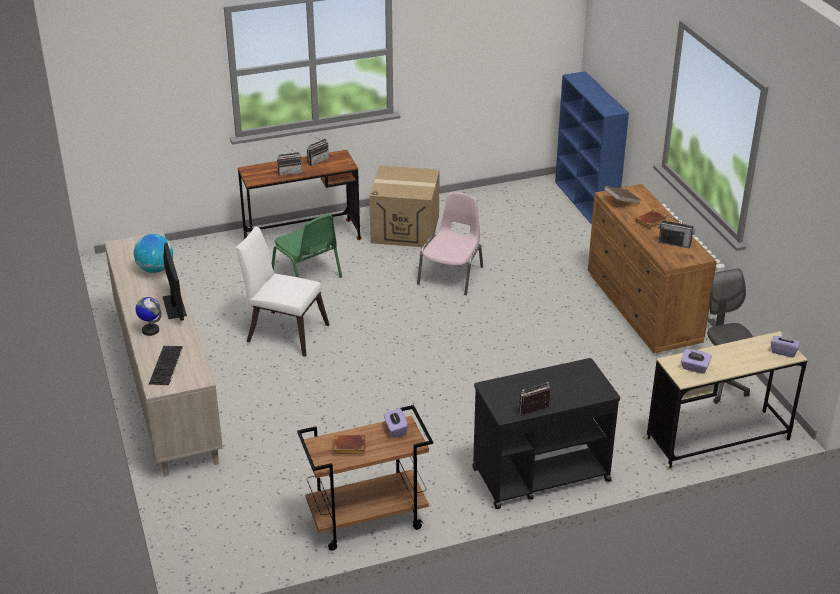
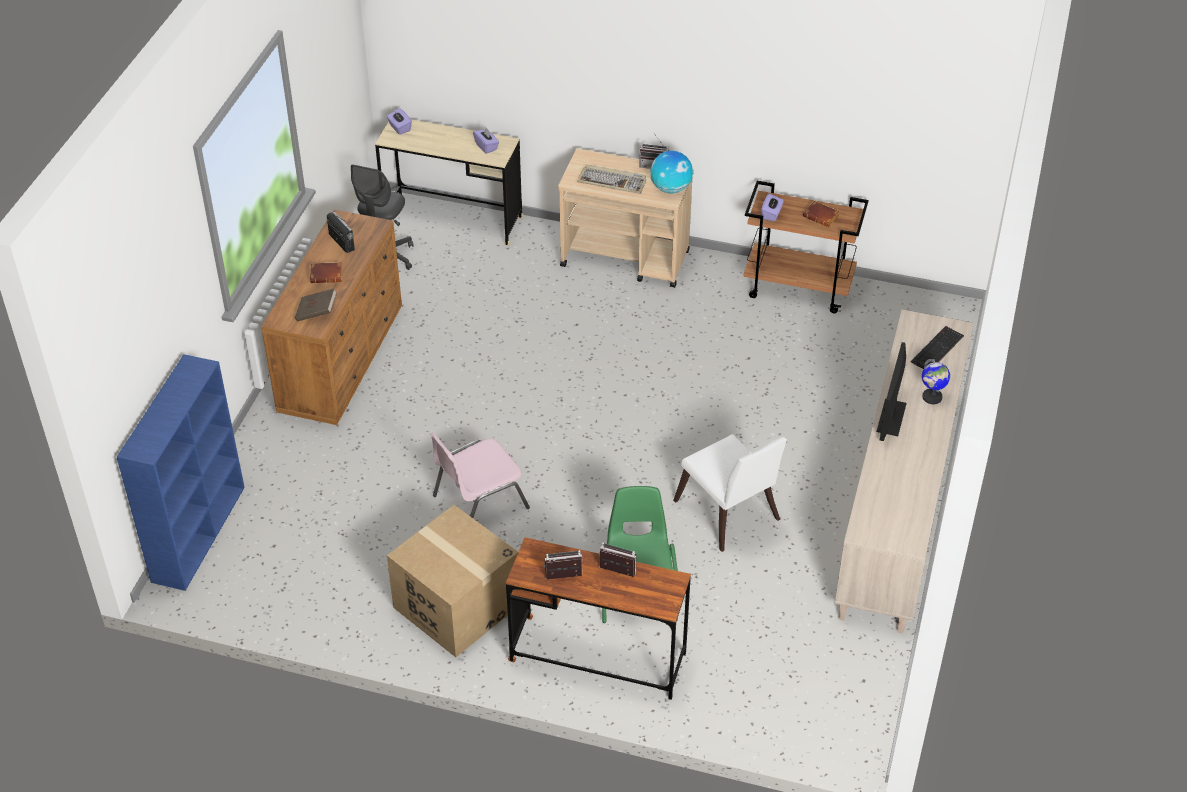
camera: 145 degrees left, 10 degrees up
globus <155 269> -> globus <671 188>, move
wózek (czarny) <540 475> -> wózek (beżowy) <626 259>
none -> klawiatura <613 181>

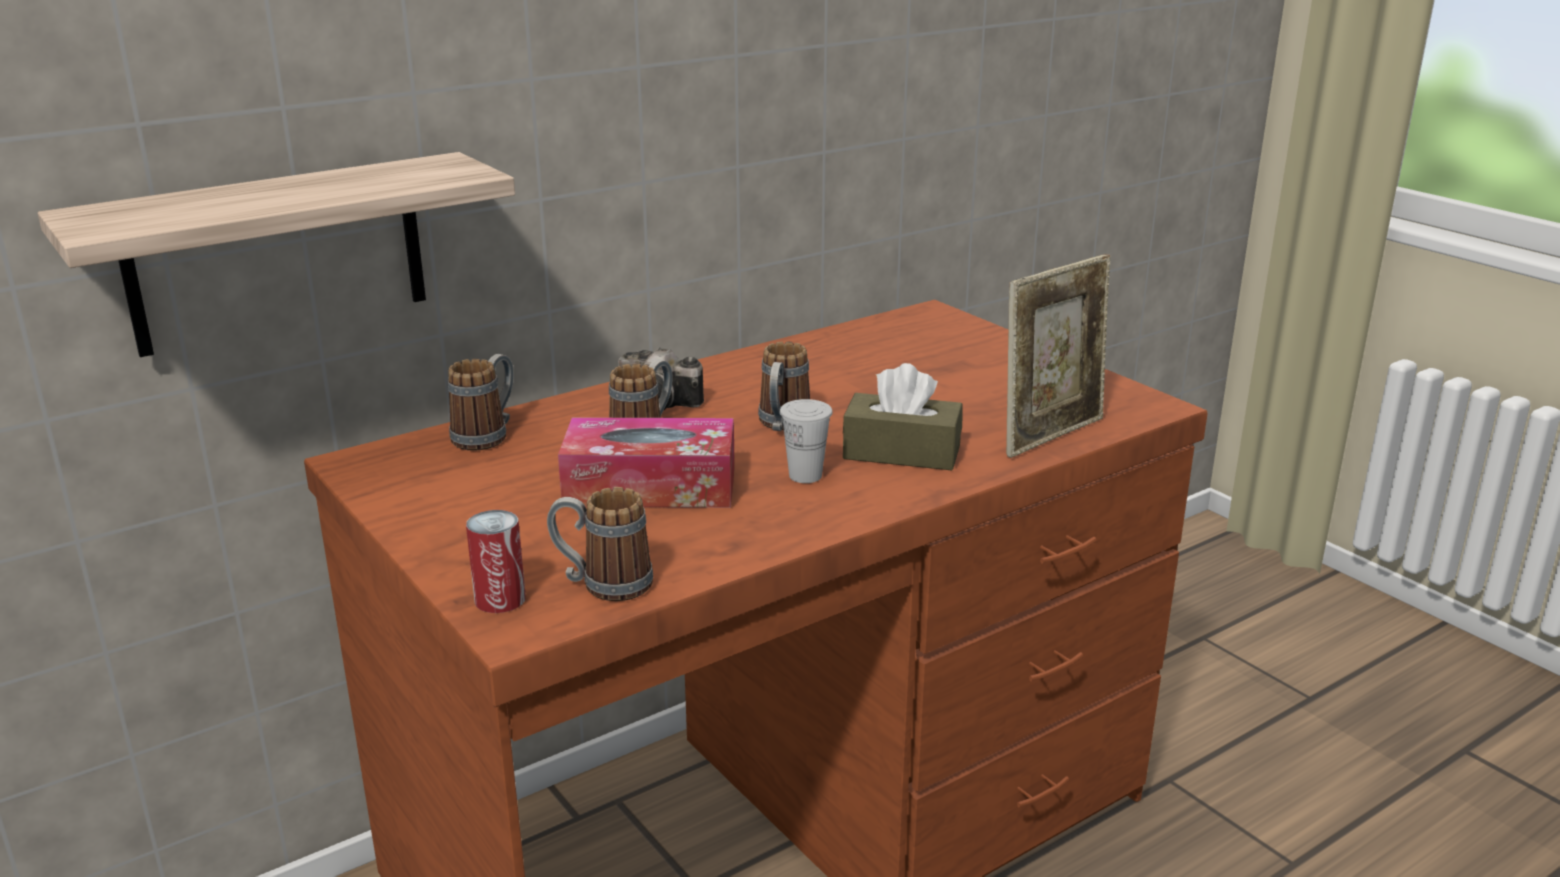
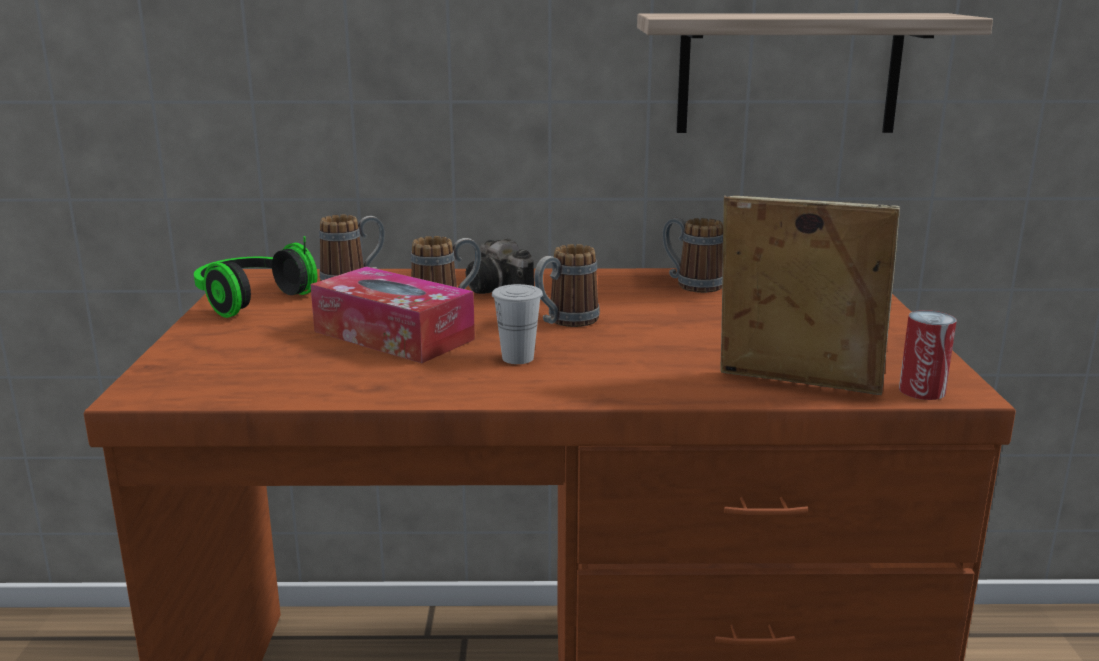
camera: 35 degrees right, 5 degrees down
półka <277 254> -> półka <788 74>, move
puszka <500 599> -> puszka <922 390>, move
kubek <603 584> -> kubek <691 284>, move
pudełko chusteczek (brązowy) <901 452> -> none
ramka na zdjęcie <1051 435> -> ramka na zdjęcie <795 386>, 150 degrees counterclockwise
none -> słuchawki <249 300>

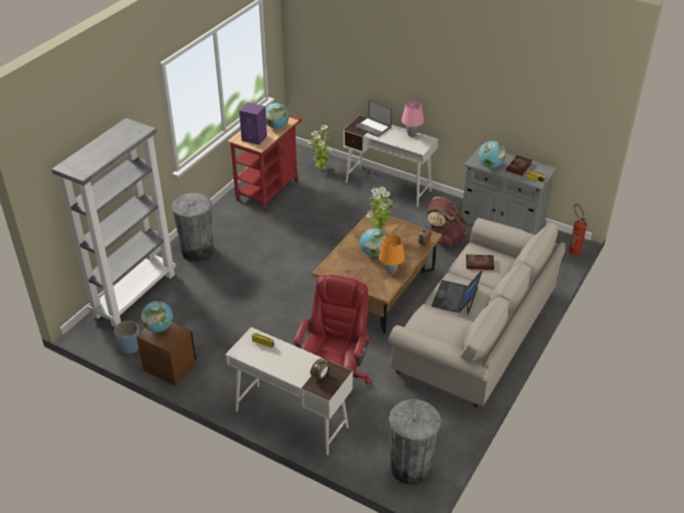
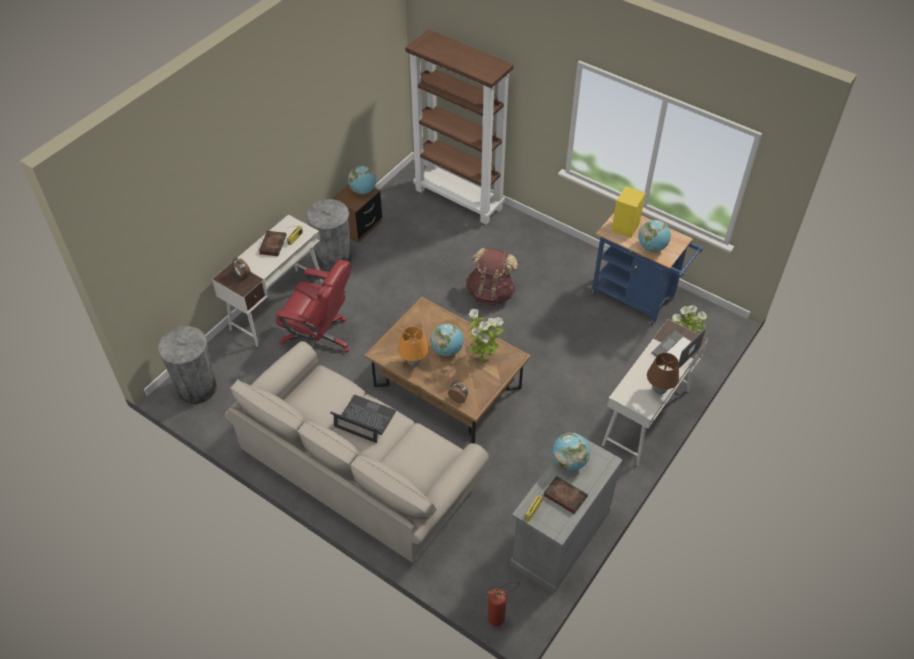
camera: 95 degrees right, 10 degrees up
regał (szary) <134 294> -> regał (brązowy) <459 199>
donica (niebieski) <130 346> -> none
kosz na śmieci (szary) <197 251> -> kosz na śmieci (szary) <333 259>, move
wózek (czerwony) <269 188> -> wózek (niebieski) <637 299>
głośnik (fioletowy) <255 138> -> głośnik (żółty) <625 228>
lampa stołowa (różowy) <411 135> -> lampa stołowa (brązowy) <659 390>
plecak (brązowy) <444 238> -> plecak (brązowy) <491 293>, move
książka <479 264> -> książka <272 244>, move

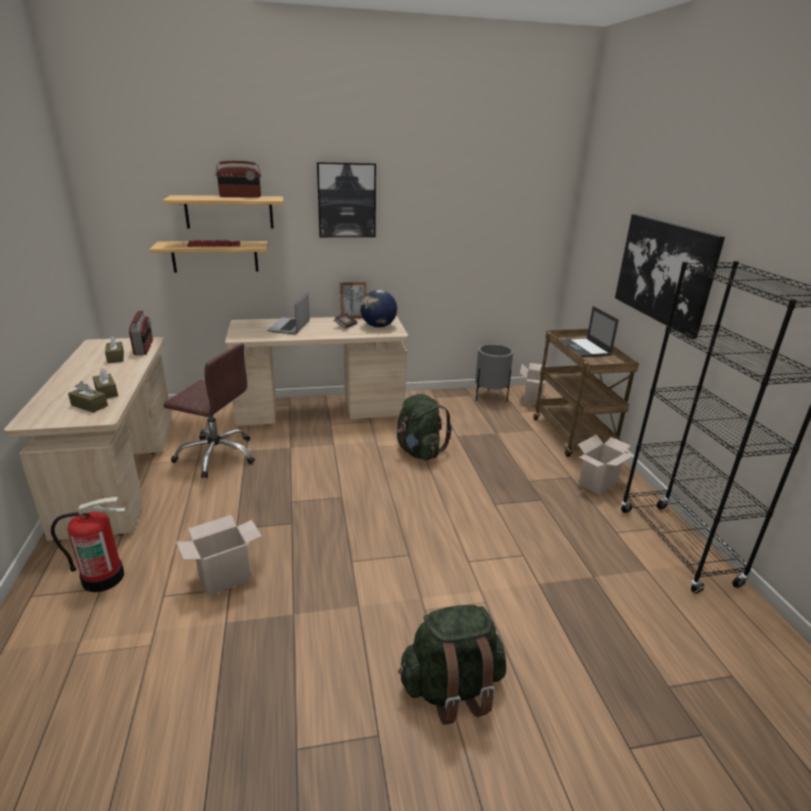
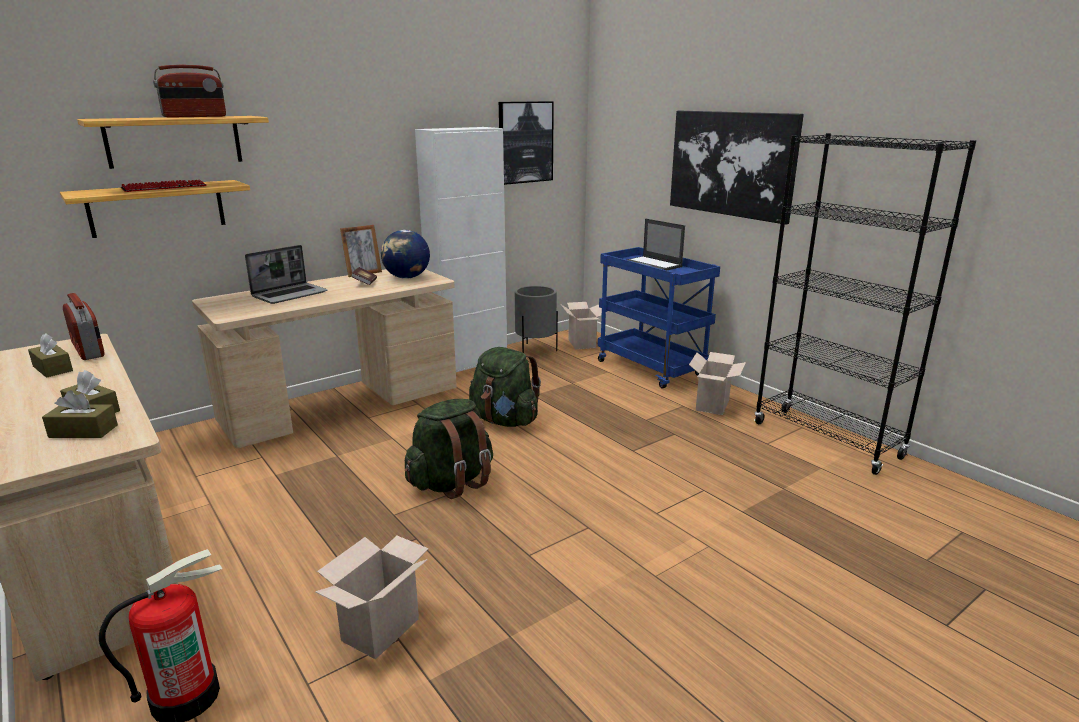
camera: 25 degrees left, 5 degrees down
krzesło biurowe (brązowy) <217 455> -> none
laptop <290 327> -> laptop <290 294>, 120 degrees counterclockwise
obraz <346 200> -> obraz <525 142>, move
plecak (zielony) <451 689> -> plecak (zielony) <452 482>, move
wózek (brązowy) <573 437> -> wózek (niebieski) <652 369>
none -> szafka (biały) <469 362>

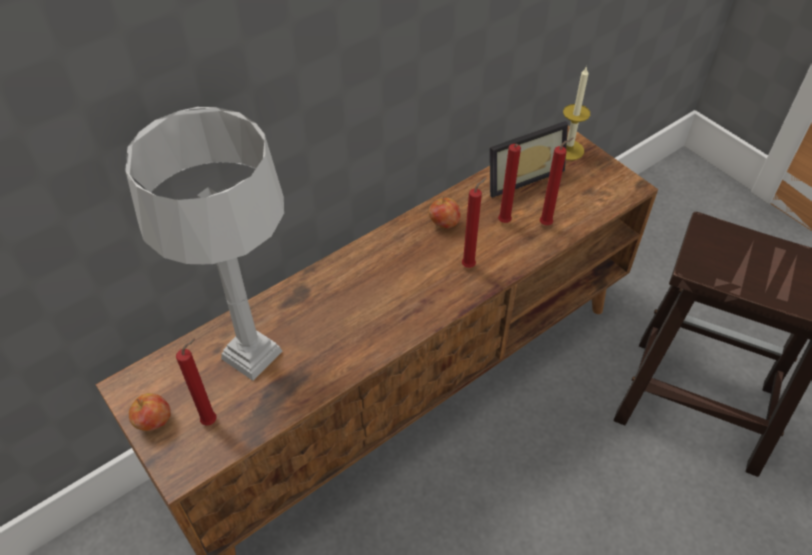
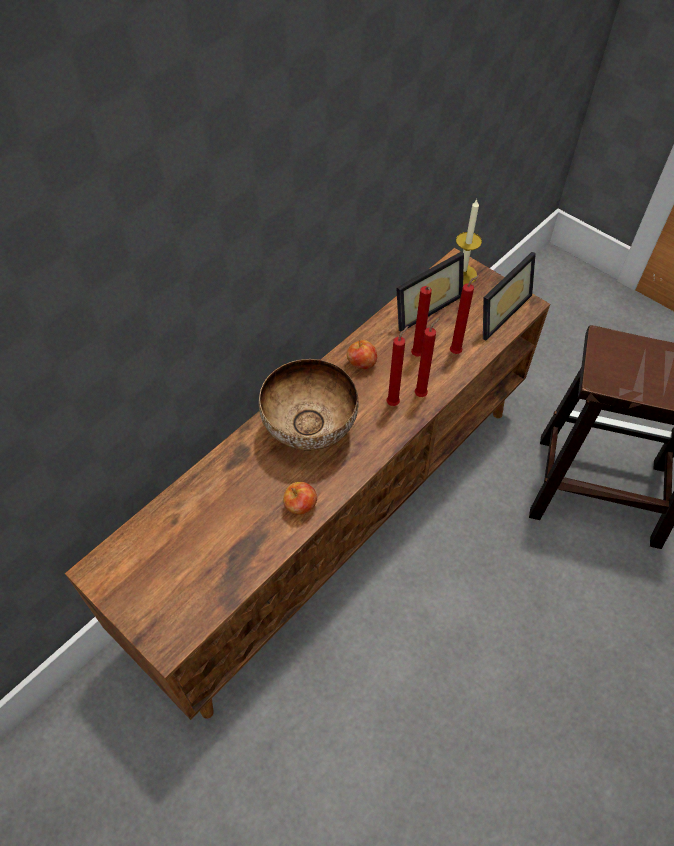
camera: 10 degrees left, 5 degrees up
lampa stołowa (szary) <251 354> -> none
jabłko <154 422> -> jabłko <300 506>, move
świeca (czerwony) <212 420> -> świeca (czerwony) <422 394>, move
none -> miska <310 432>
none -> ramka na zdjęcie <496 310>

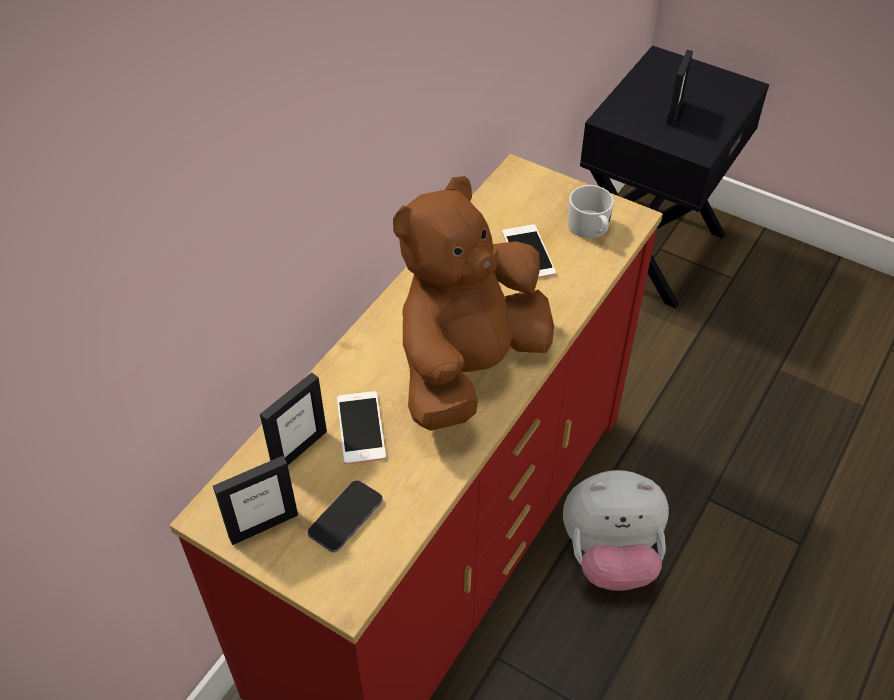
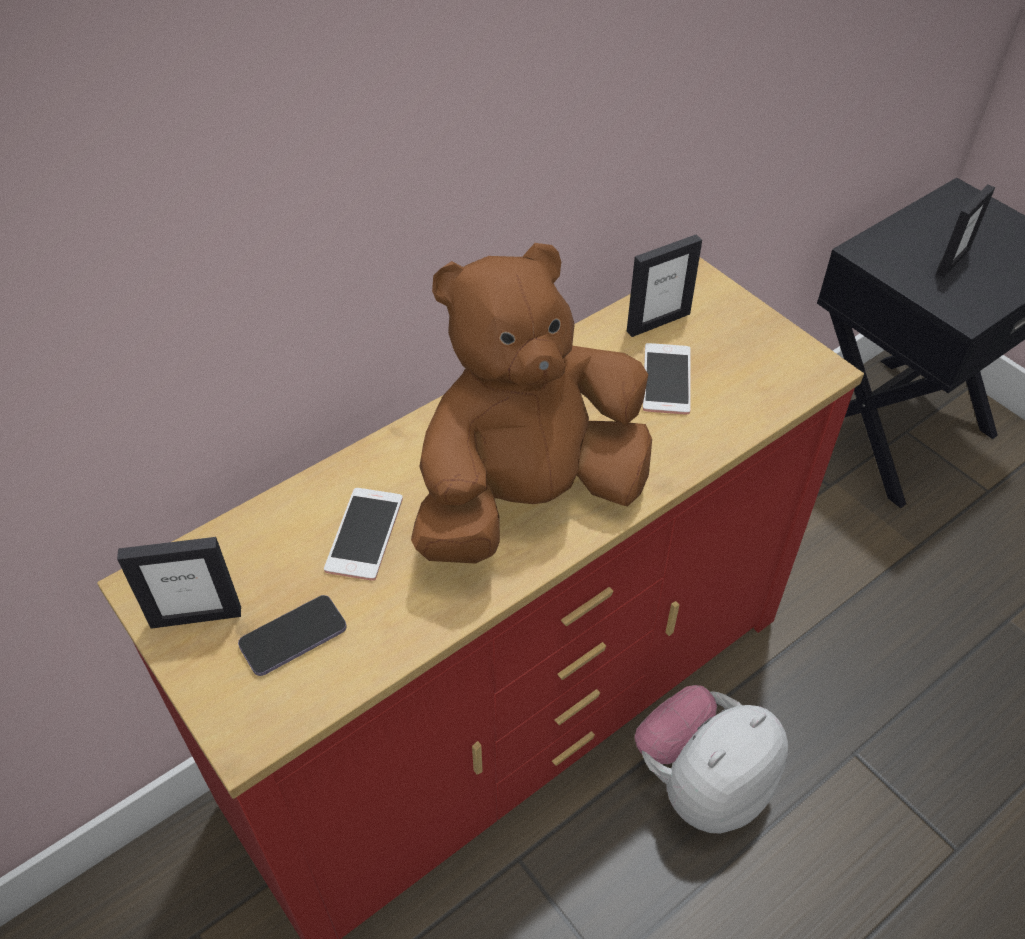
camera: 20 degrees right, 0 degrees up
ramka na zdjęcie <299 449> -> ramka na zdjęcie <658 322>, move
pluszak <610 555> -> pluszak <702 783>, 120 degrees clockwise
kubek (biały) <590 228> -> none

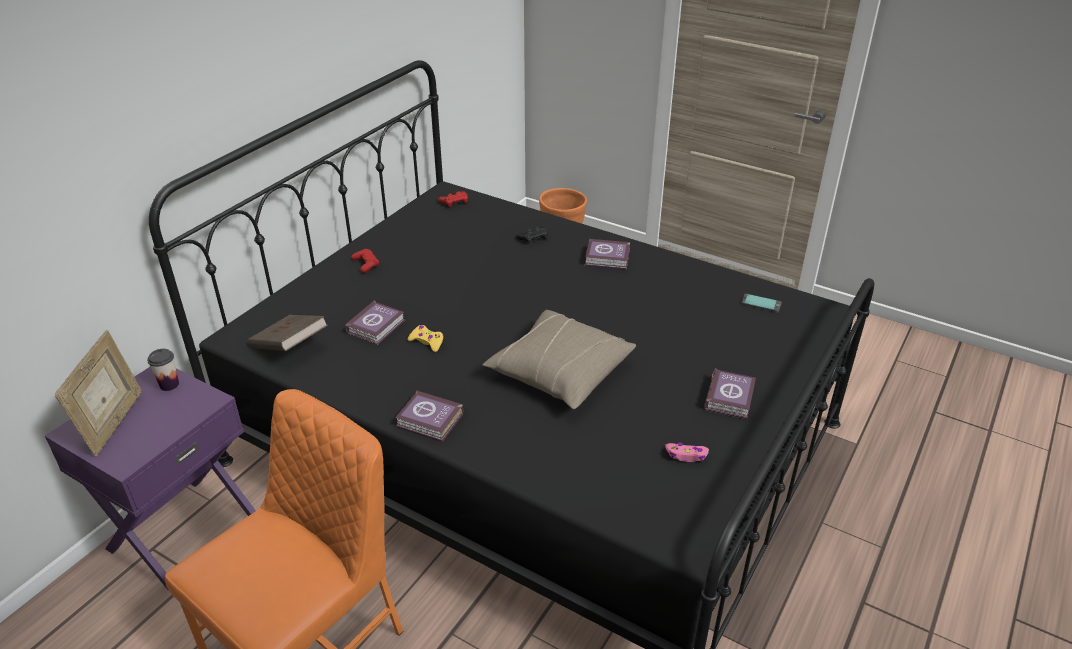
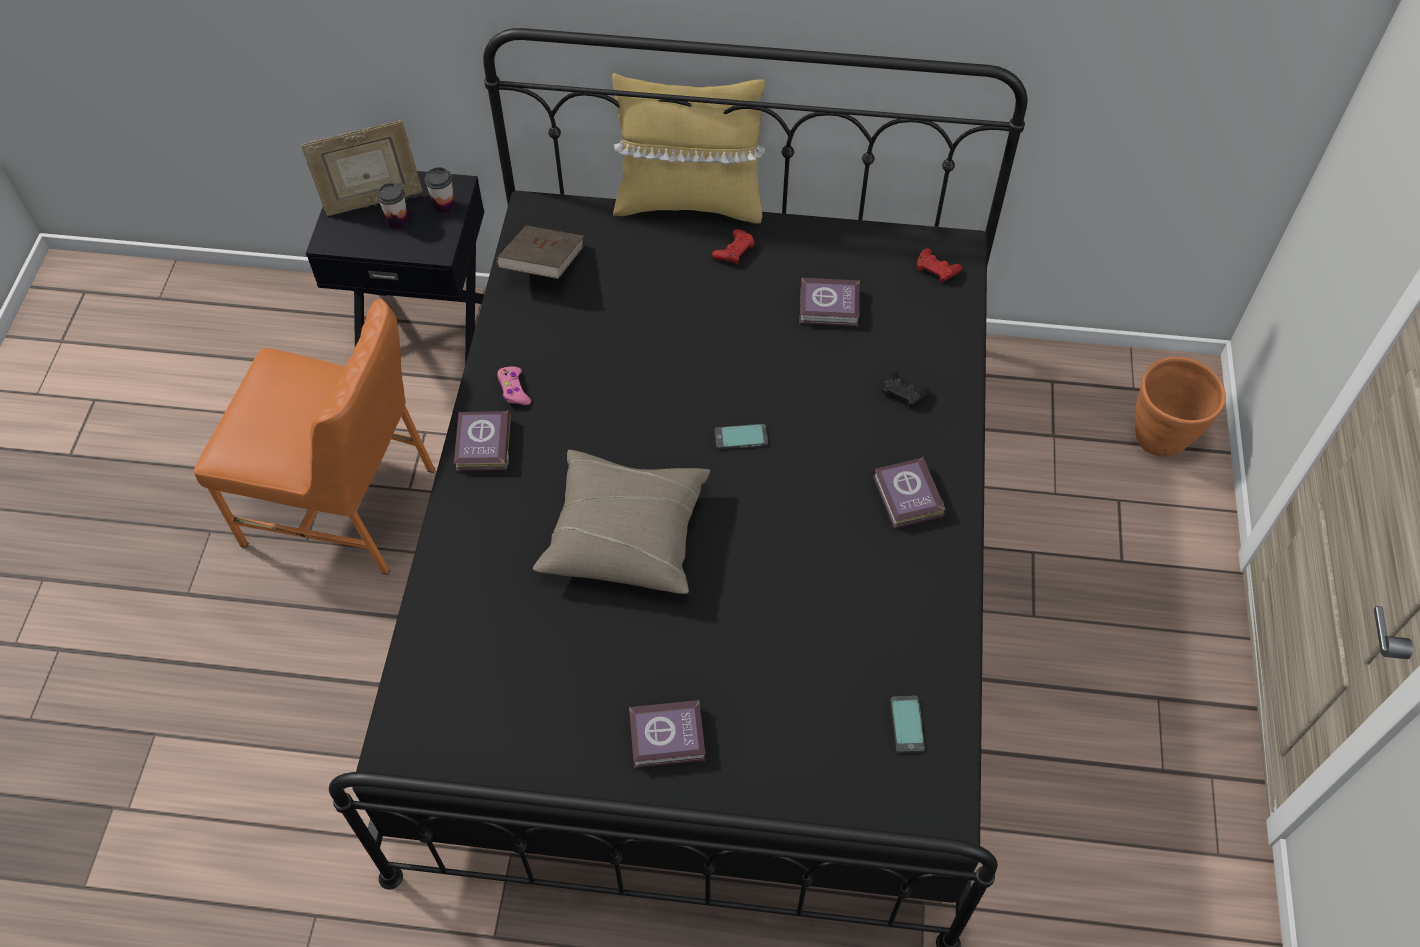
camera: 65 degrees right, 20 degrees up
szafka nocna (fioletowy) <183 532> -> szafka nocna (czarny) <426 331>
książka <378 326> -> książka <830 308>, move
pad do gier (żółty) <427 342> -> none
pad do gier (różowy) <686 455> -> pad do gier (różowy) <513 390>, move
none -> filiżanka <398 221>
none -> poduszka (żółty) <689 202>
none -> telefon <741 437>

